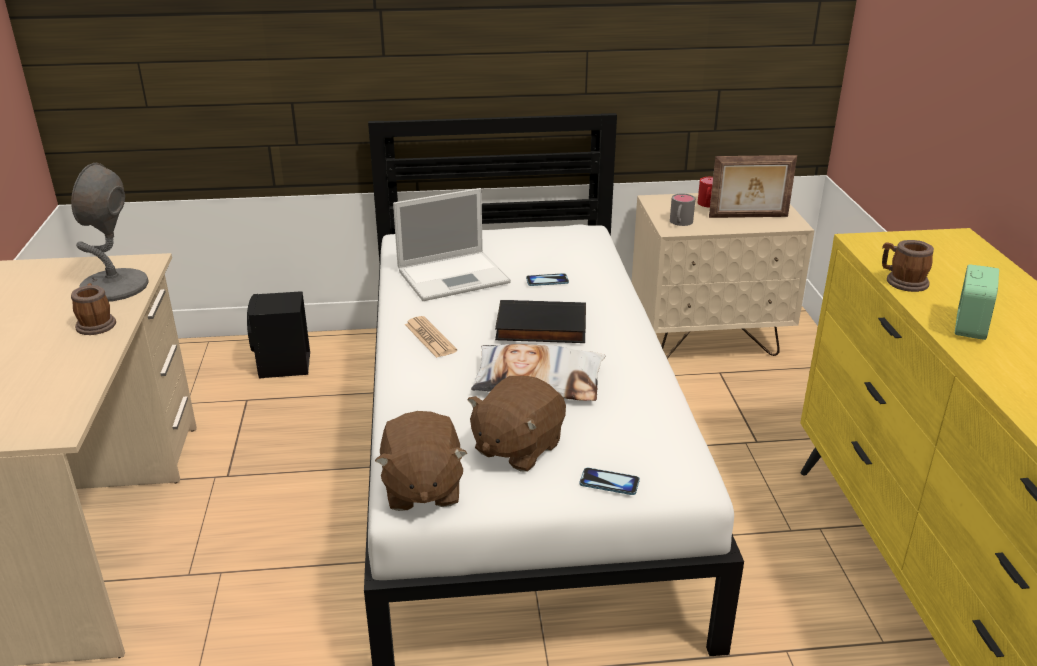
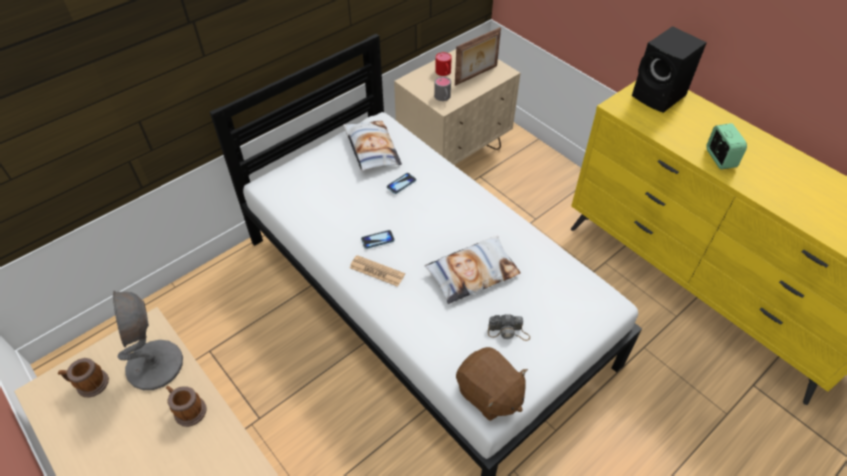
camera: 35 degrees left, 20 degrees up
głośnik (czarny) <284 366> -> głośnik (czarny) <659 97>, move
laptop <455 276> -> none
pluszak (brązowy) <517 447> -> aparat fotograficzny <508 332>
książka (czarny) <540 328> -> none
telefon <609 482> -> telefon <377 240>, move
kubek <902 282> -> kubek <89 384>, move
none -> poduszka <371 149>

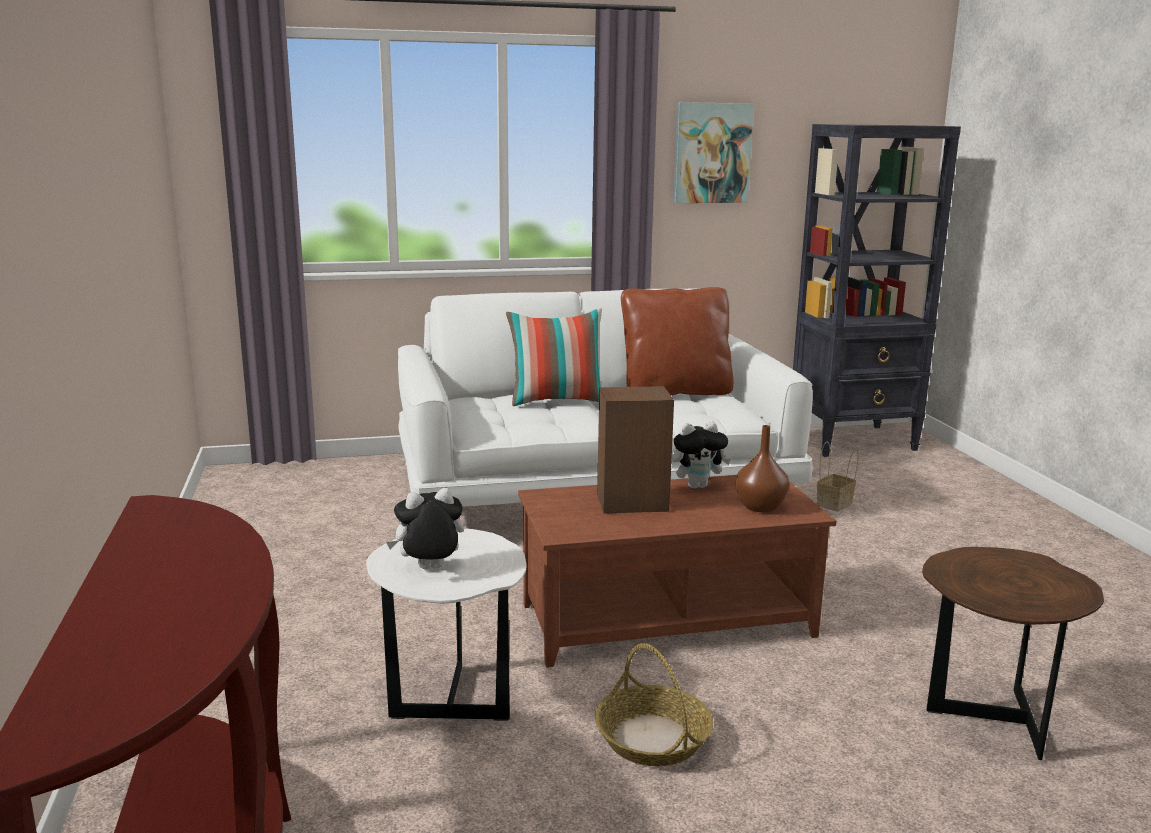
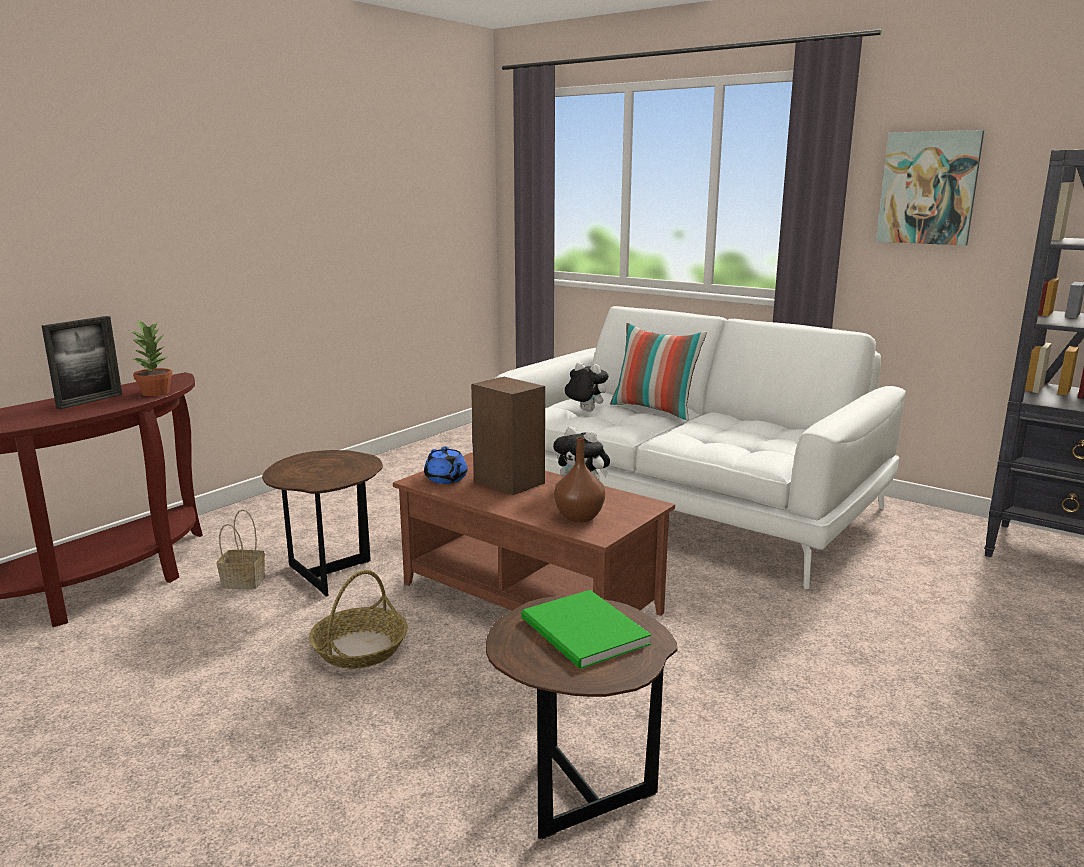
camera: 50 degrees right, 0 degrees up
stolik (biały) <451 698> -> stolik (brązowy) <331 572>
pluszak <429 570> -> pluszak <585 411>, move
poduszka (brązowy) <675 392> -> none
koszyk <834 504> -> koszyk <242 582>, move
none -> ramka na zdjęcie <90 401>
none -> roślina doniczkowa <156 392>
none -> imbryk (niebieski) <446 479>
none -> książka (zielony) <584 634>

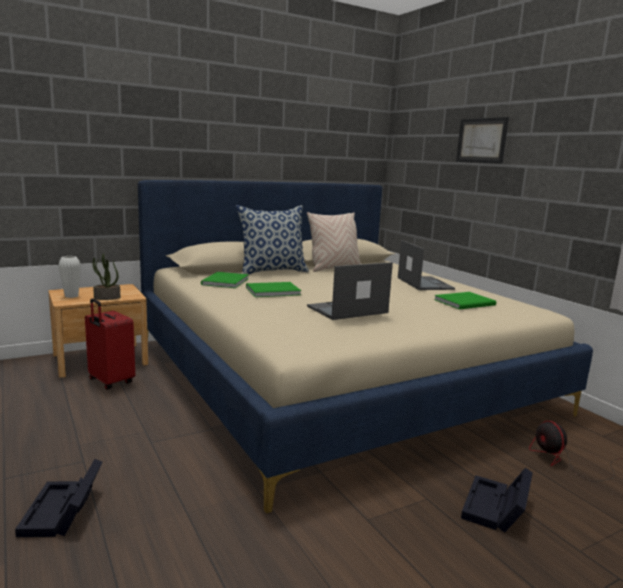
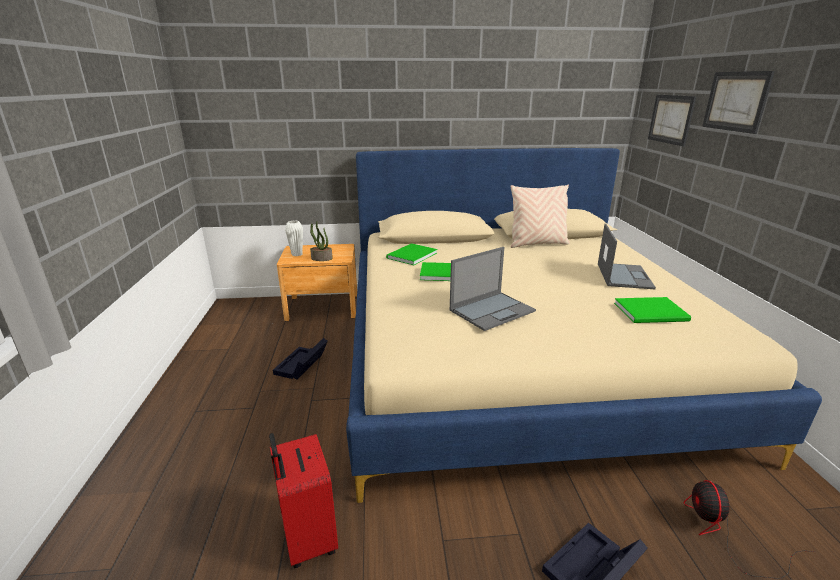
camera: 25 degrees right, 10 degrees up
pojemnik do przechowywania (czarny) <63 512> -> pojemnik do przechowywania (czarny) <301 366>, move
walizka (czerwony) <110 382> -> walizka (czerwony) <307 539>, move
poduszka <272 271> -> none
laptop <346 310> -> laptop <492 310>, 150 degrees clockwise
none -> obraz <671 119>

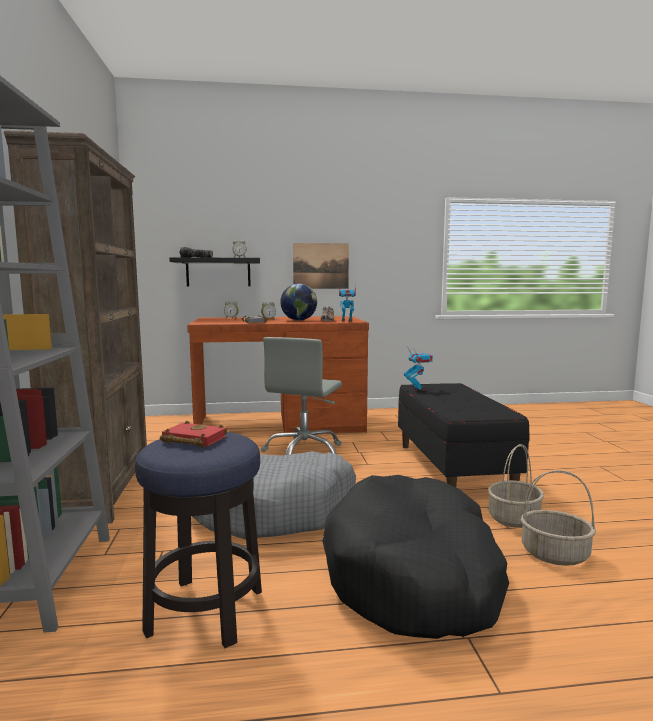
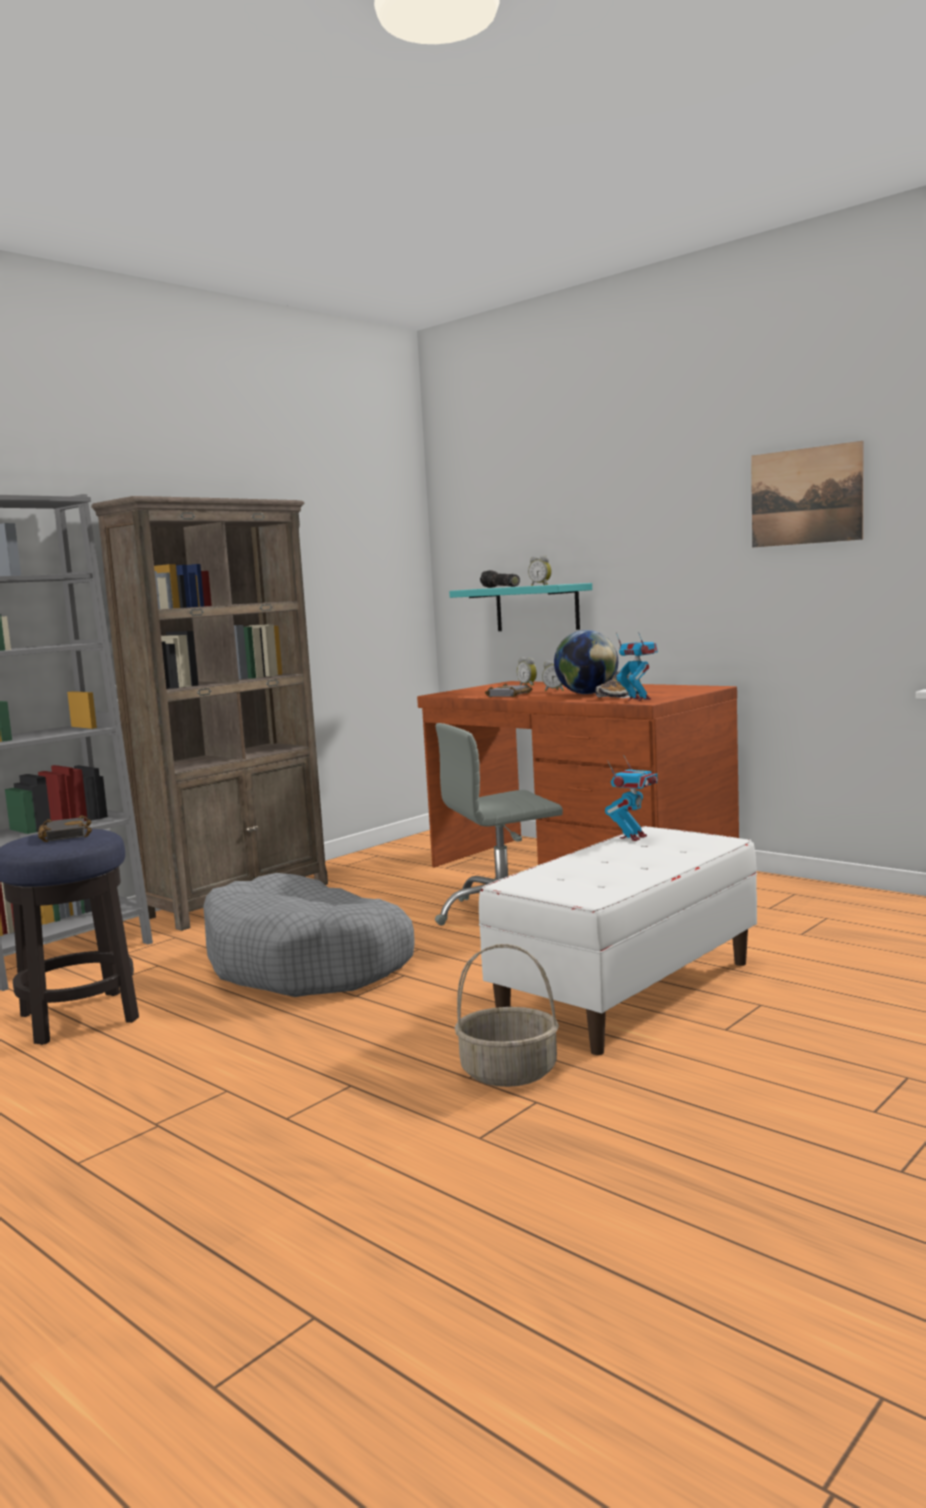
camera: 50 degrees right, 0 degrees up
książka (czerwony) <192 440> -> książka (czarny) <63 835>
półka (czarny) <218 272> -> półka (turkusowy) <537 608>
obraz <321 266> -> obraz <806 496>, move
legowisko (czarny) <413 574> -> none
ławka (czarny) <453 468> -> ławka (biały) <629 992>
koszyk <554 554> -> none

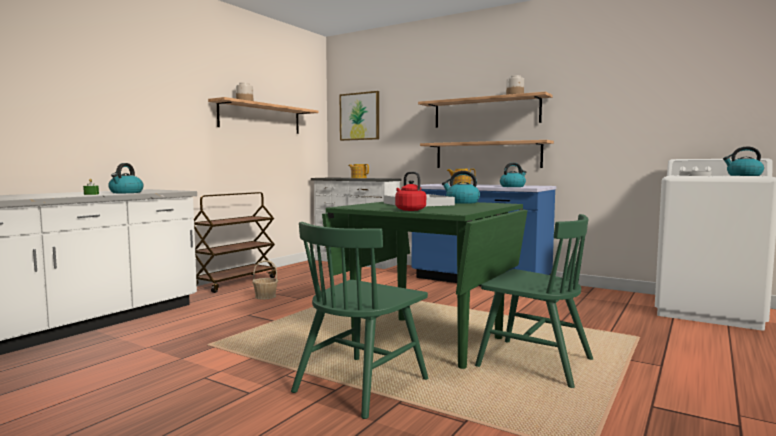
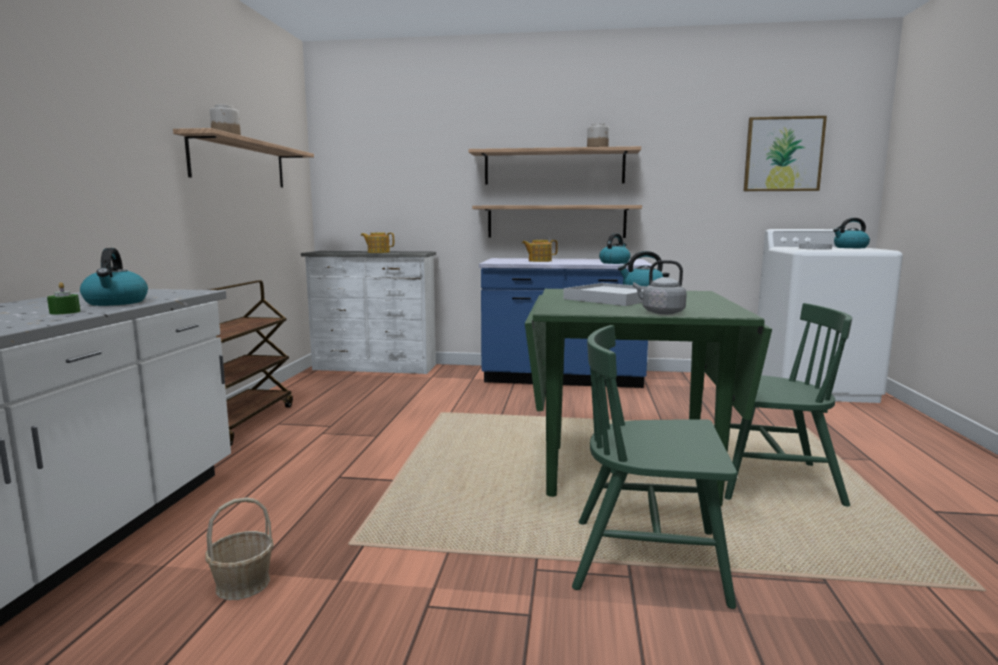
camera: 25 degrees left, 5 degrees up
koszyk <265 296> -> koszyk <242 584>, move
krzesło (zielony) <361 385> -> krzesło (zielony) <649 559>, 90 degrees clockwise
obraz <359 116> -> obraz <783 154>, move
czajnik (czerwony) <409 210> -> czajnik (szary) <660 312>

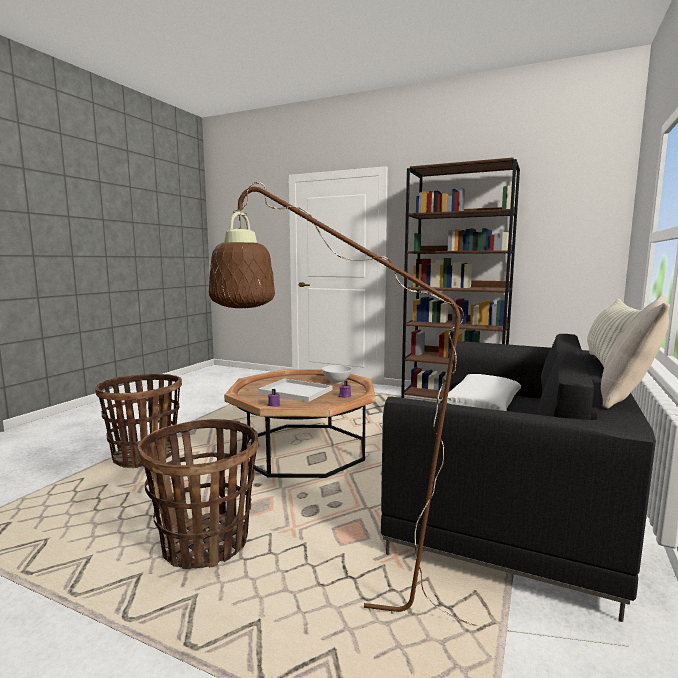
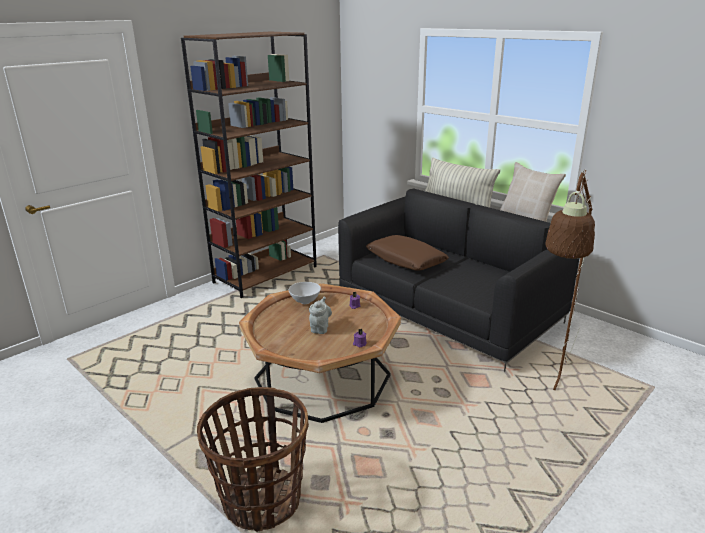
camera: 70 degrees left, 15 degrees up
koszyk <206 543> -> none
taca (biały) <294 391> -> imbryk (szary) <320 328>
poduszka (biały) <482 404> -> poduszka (brązowy) <406 260>

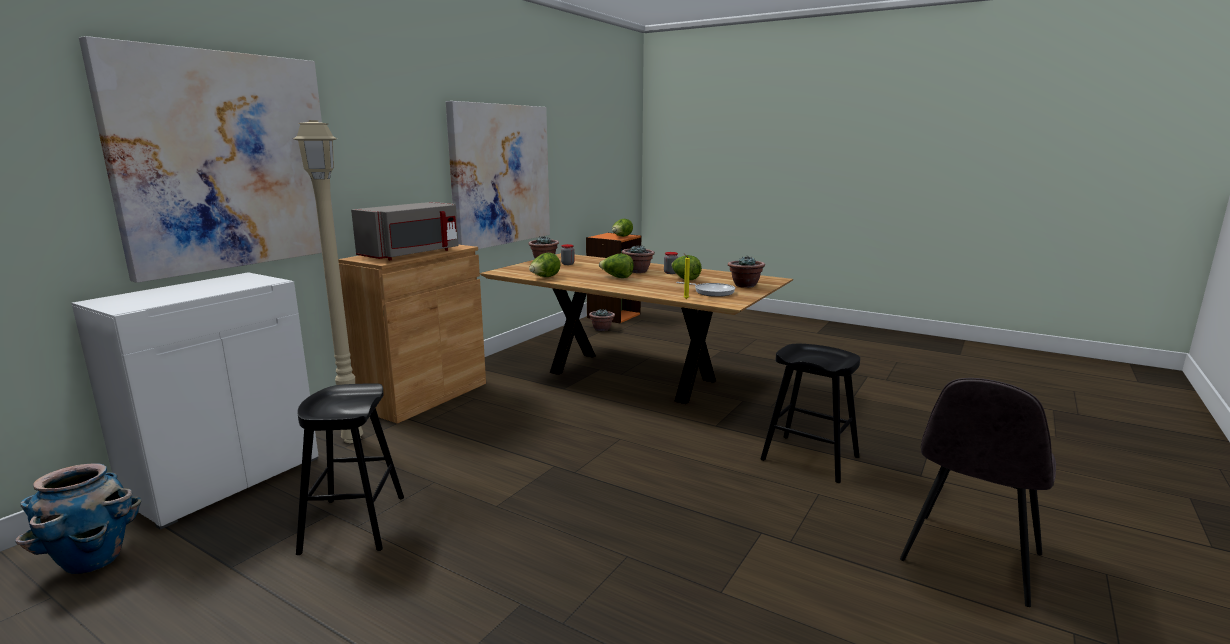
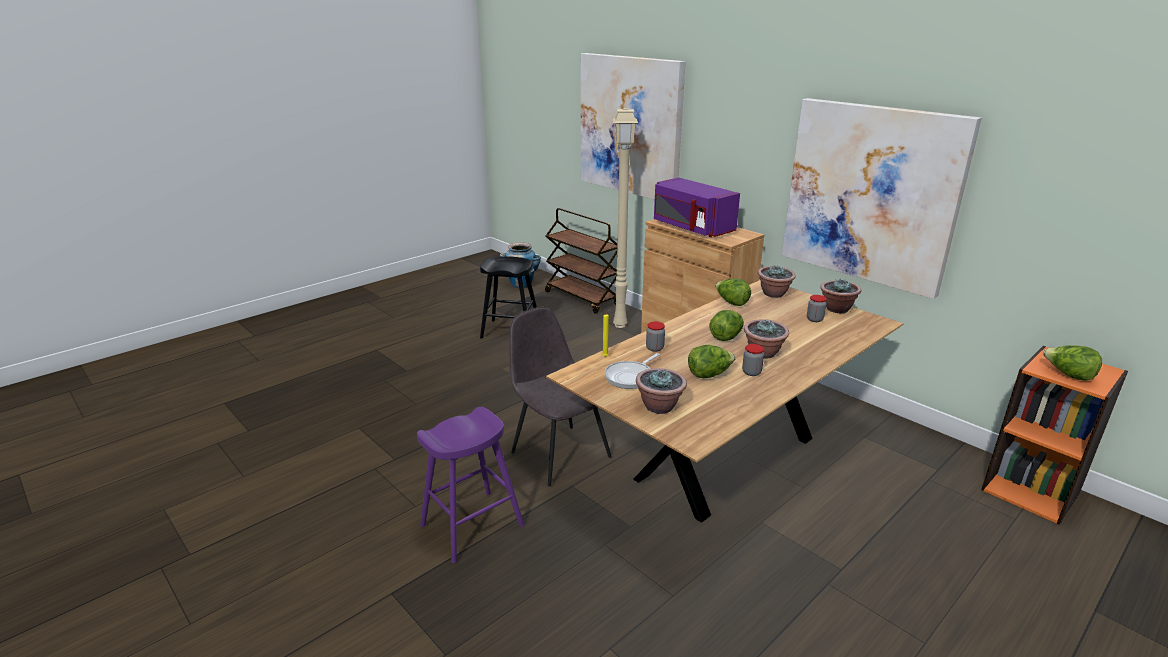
camera: 105 degrees right, 10 degrees up
szafka (biały) <225 479> -> wózek (brązowy) <582 298>
mikrofalówka (szary) <412 254> -> mikrofalówka (fioletowy) <691 227>
roślina doniczkowa <602 329> -> roślina doniczkowa <774 294>, move
stołek (czarny) <809 458> -> stołek (fioletowy) <472 525>
krzesło (szary) <970 559> -> krzesło (szary) <559 453>, move
none -> słoik <654 348>

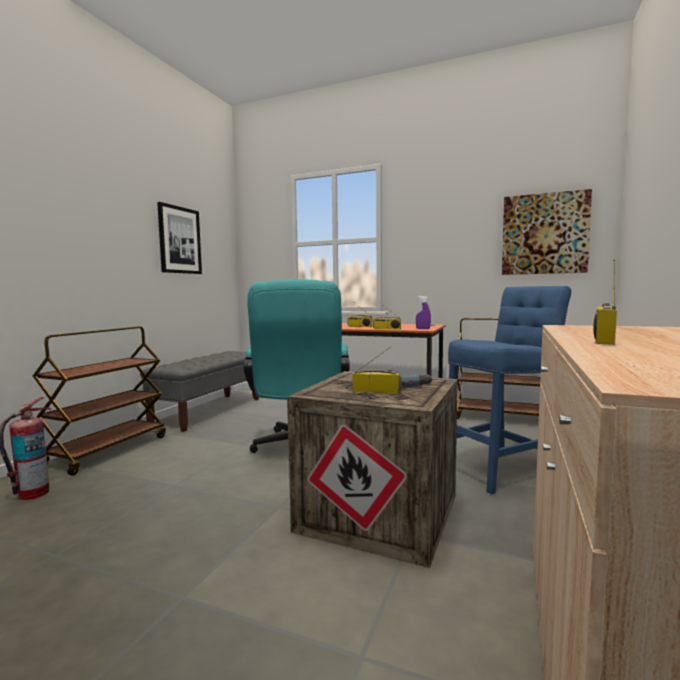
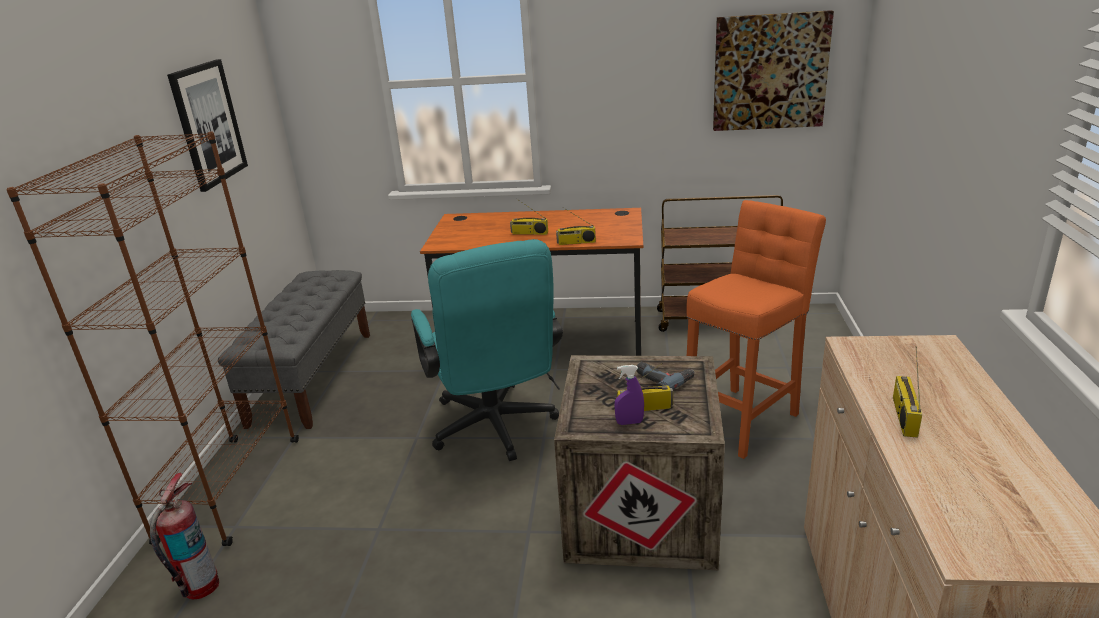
camera: 15 degrees left, 20 degrees up
wózek (brązowy) <108 450> -> regał (brązowy) <230 489>
spryskiwacz (fioletowy) <423 329> -> spryskiwacz (fioletowy) <629 422>, move
stołek (niebieski) <502 471> -> stołek (pomarańczowy) <744 419>

